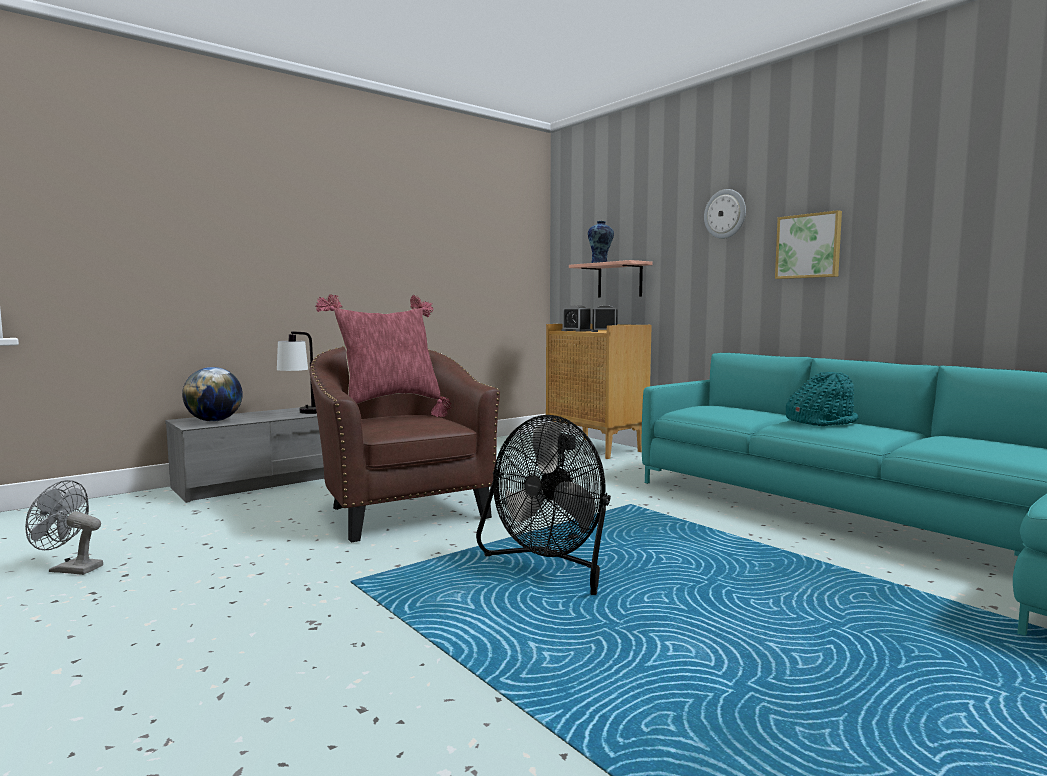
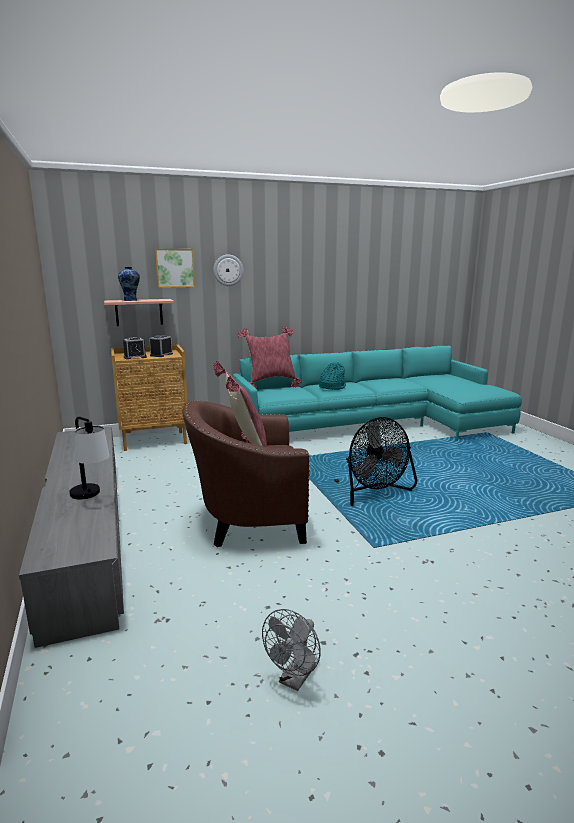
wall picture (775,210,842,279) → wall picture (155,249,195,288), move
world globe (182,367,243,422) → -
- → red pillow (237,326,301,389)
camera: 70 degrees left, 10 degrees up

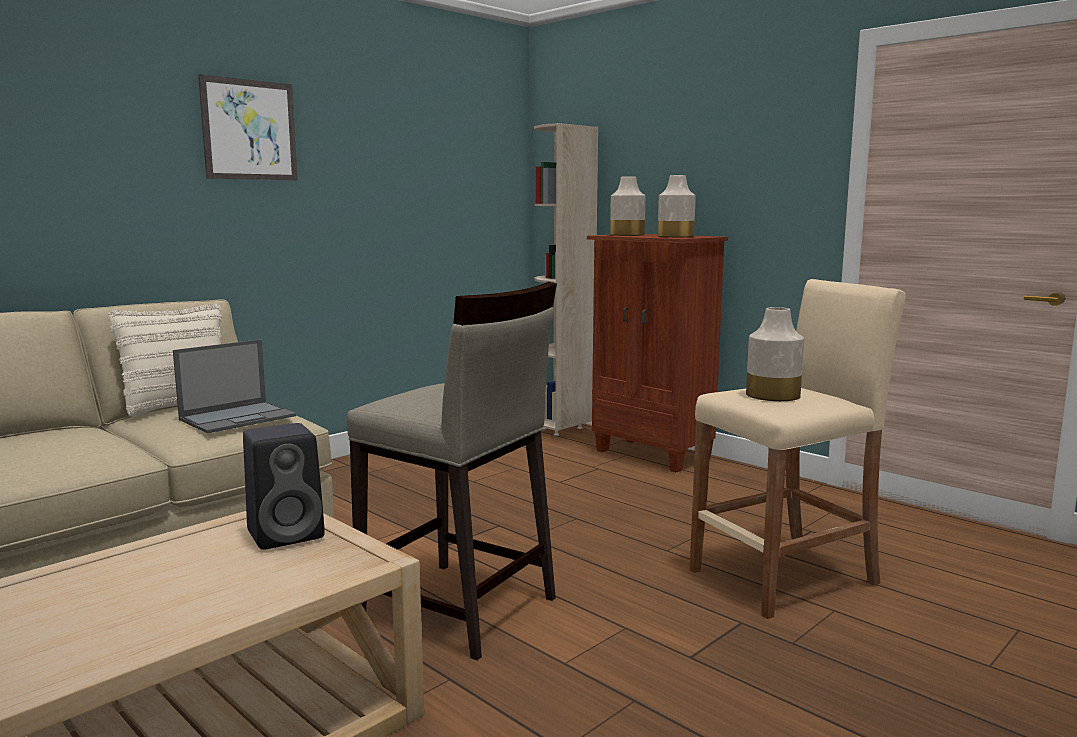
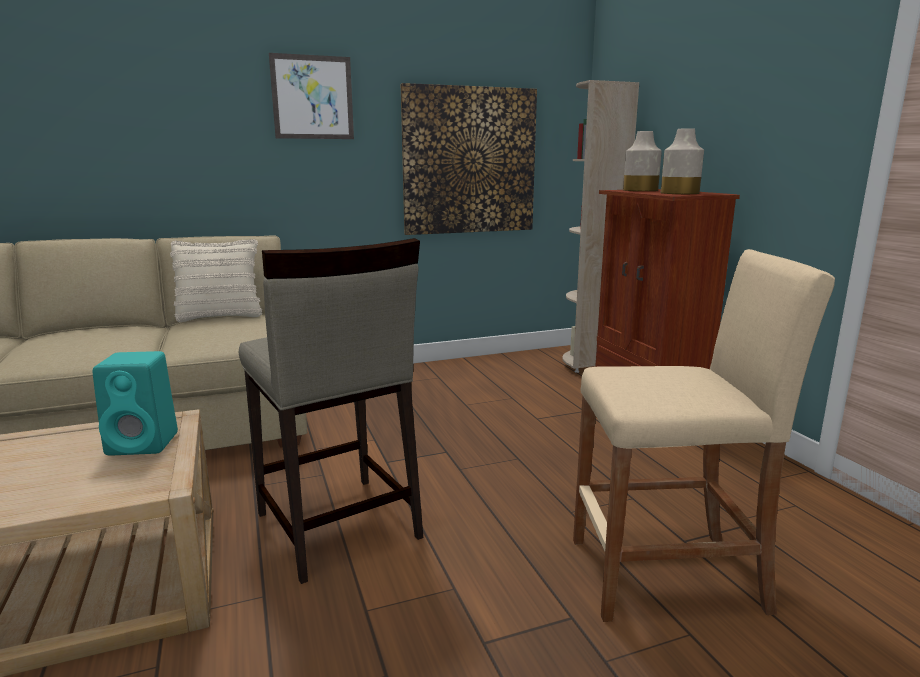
sand-coloured decorative vase (746,307,804,401) → -
notebook computer (173,339,296,433) → -
blackish audio speaker (243,423,325,550) → blue-green audio speaker (93,351,178,455)
- → wall picture (401,83,537,235)
camera: 25 degrees right, 5 degrees up

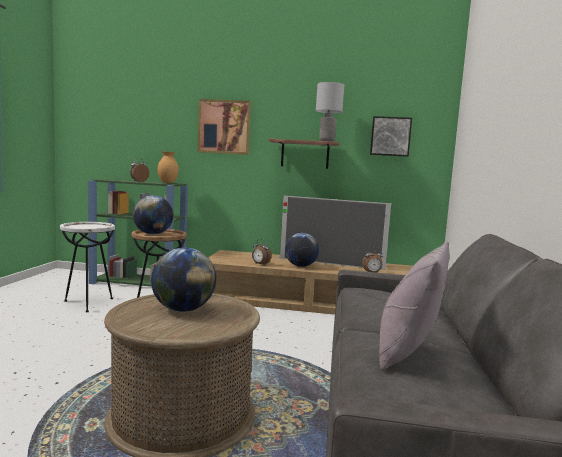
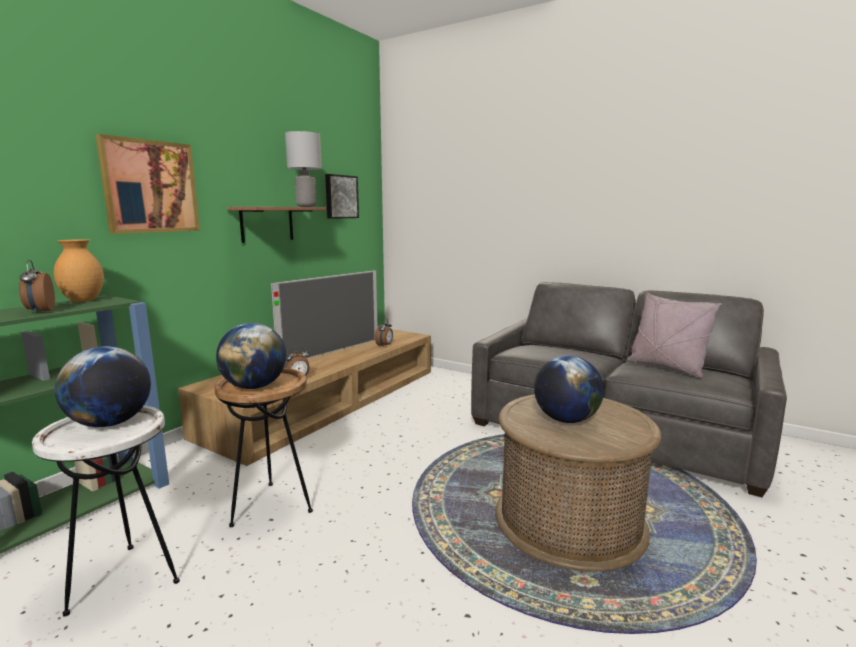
world globe (285,233,319,267) → world globe (55,346,151,427), move
camera: 65 degrees left, 5 degrees up

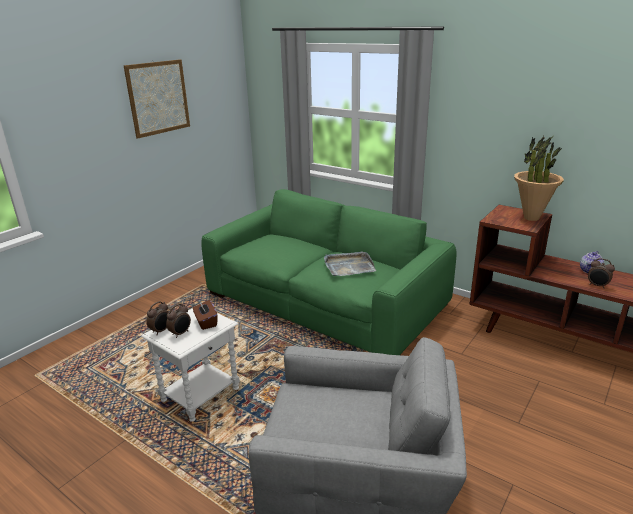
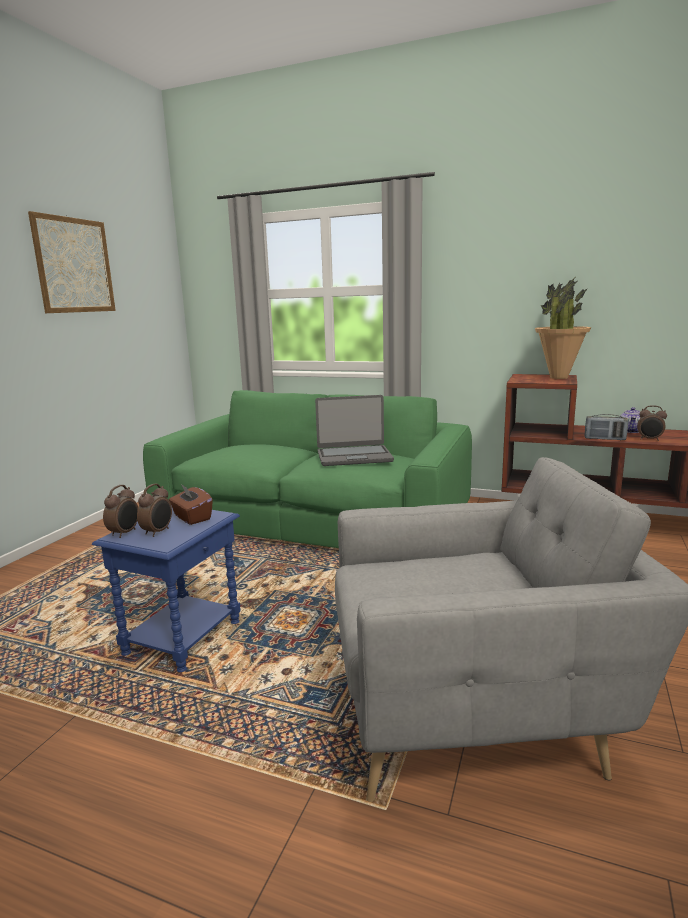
gray tray (324,252,376,276) → notebook computer (315,395,394,466)
whitish side table (141,308,240,422) → blue-coloured side table (92,505,241,672)
- → radio set (585,414,629,440)
camera: 15 degrees left, 10 degrees down

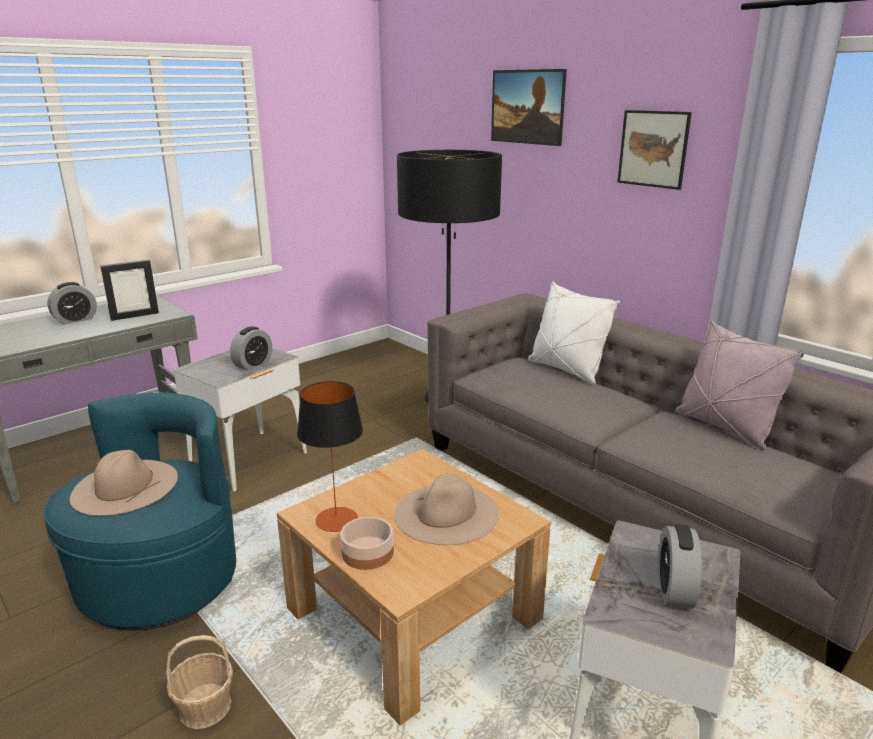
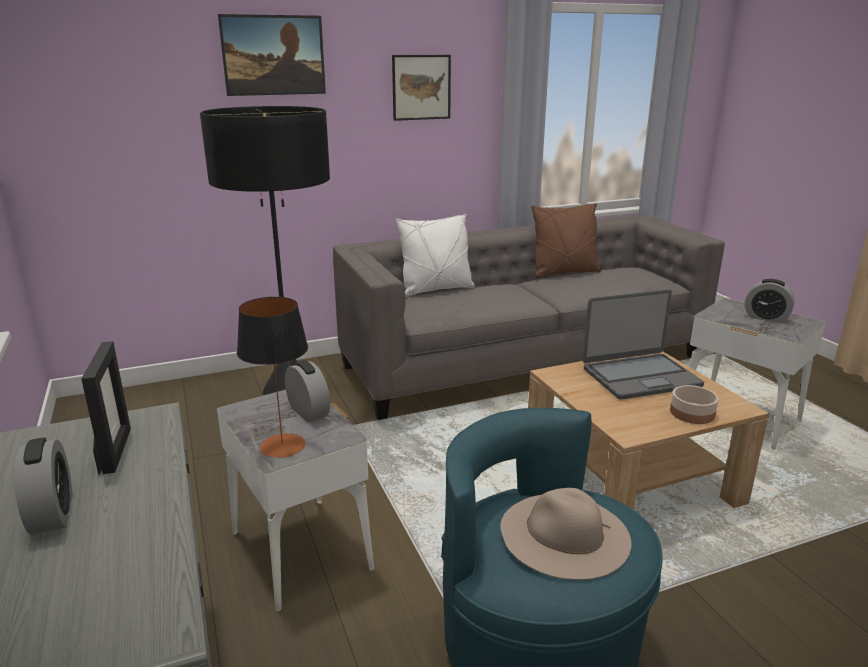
purple-coloured pillow (675,321,805,450) → brown-coloured pillow (531,203,601,278)
lamp for a table (297,381,363,532) → lamp for a table (237,297,308,458), move
sand-coloured wearable hat (394,473,499,545) → notebook computer (583,289,704,400)
basket (166,635,233,729) → -
camera: 70 degrees left, 0 degrees up

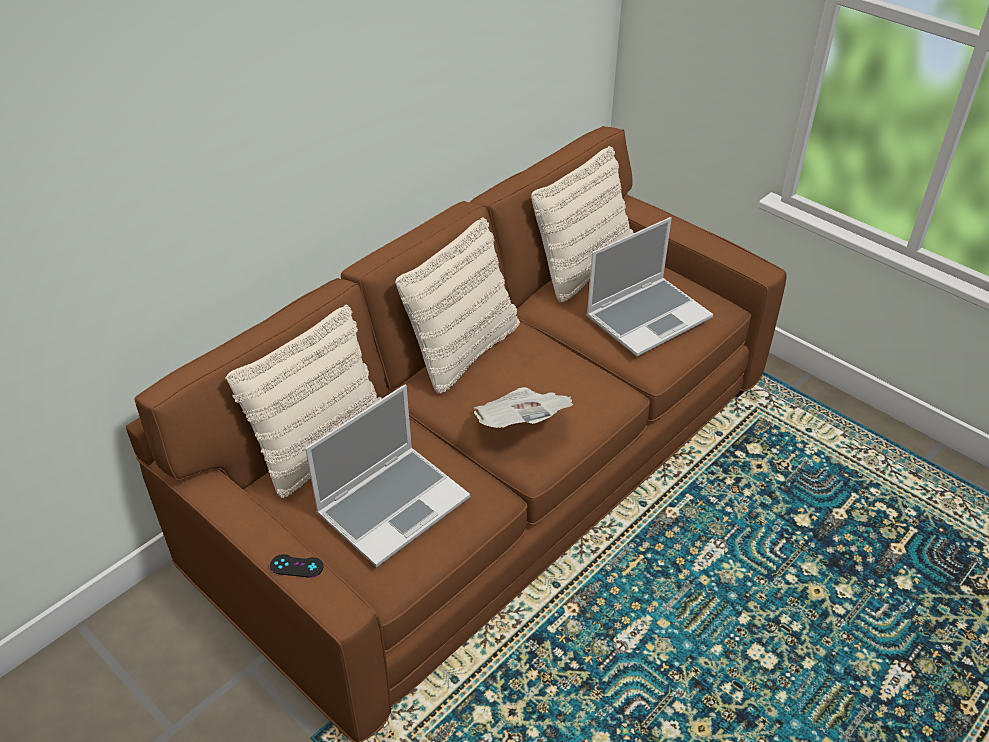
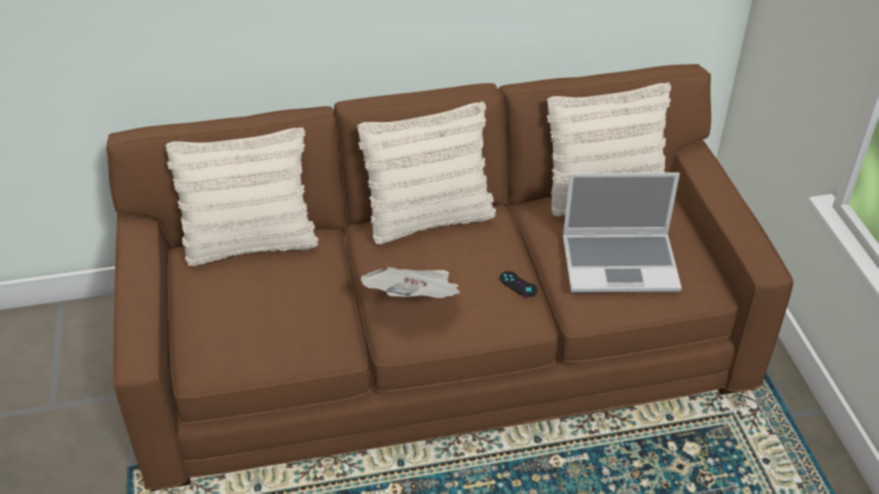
notebook computer (305,384,470,567) → -
blackish joypad (270,554,323,578) → blackish joypad (499,271,538,297), move
camera: 35 degrees right, 0 degrees up

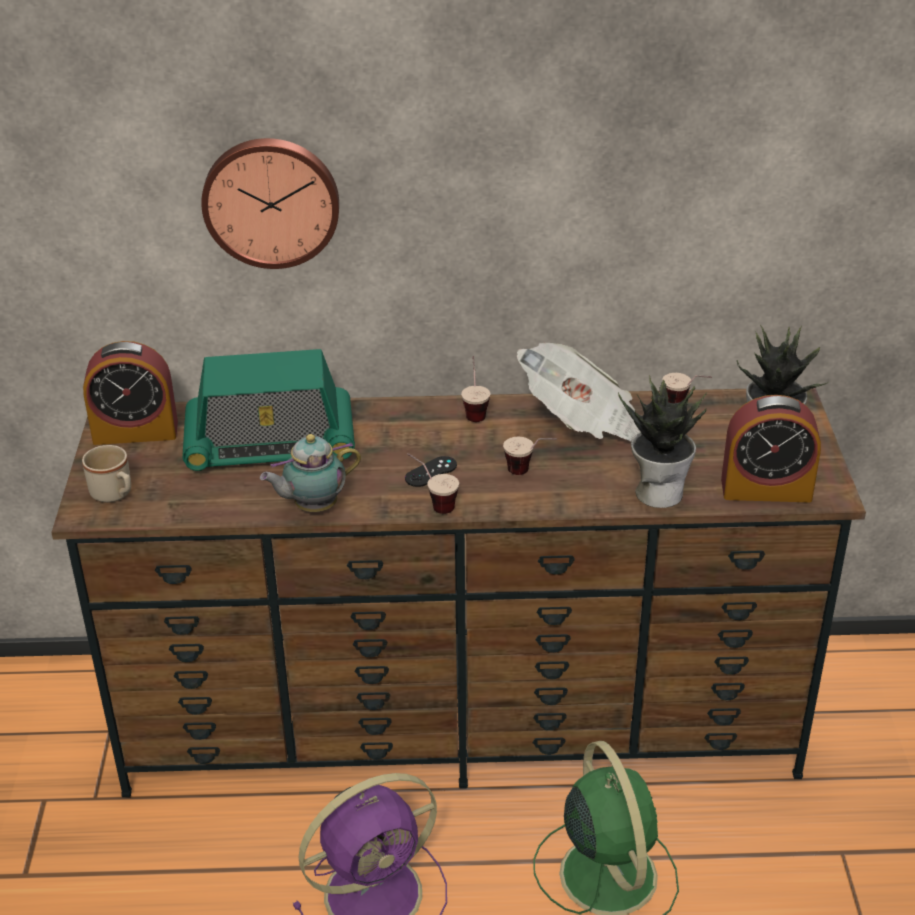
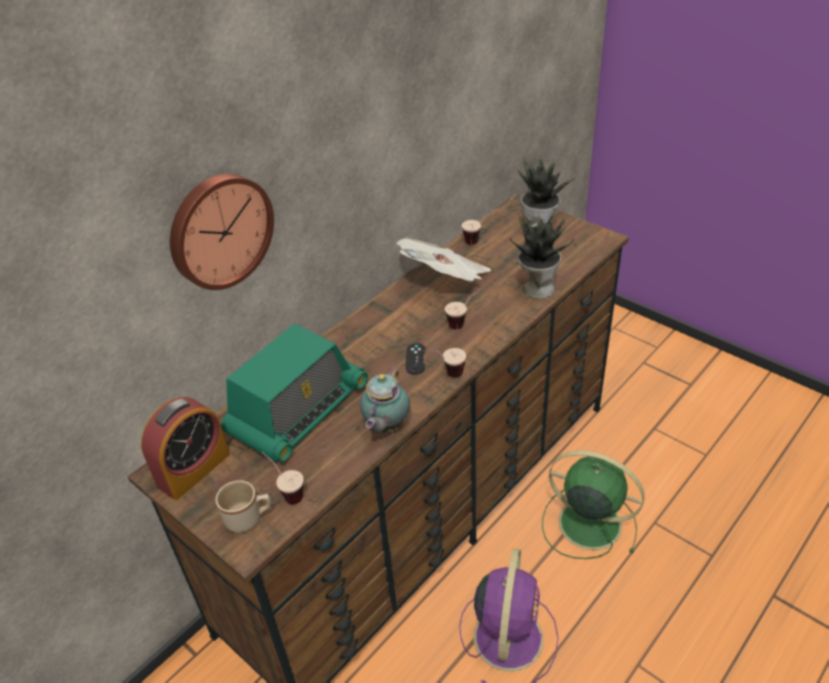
small cup (461,356,490,422) → small cup (262,452,304,504), move
bedside clock (721,395,821,502) → -
camera: 45 degrees left, 5 degrees up

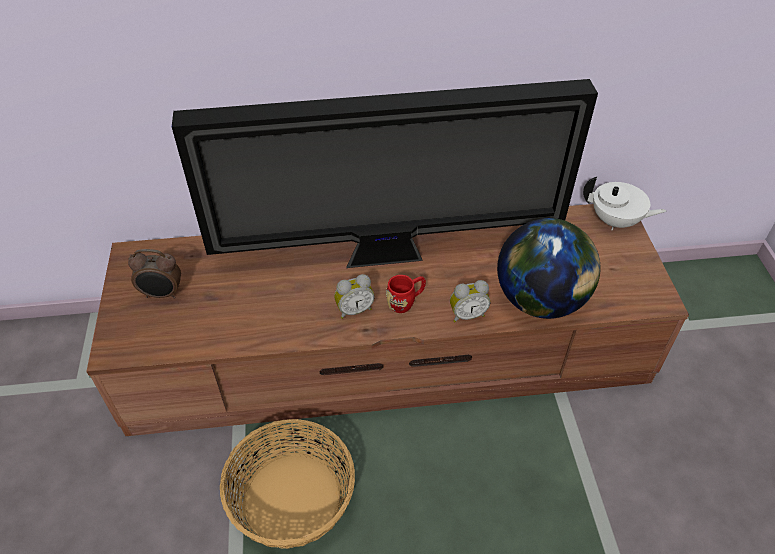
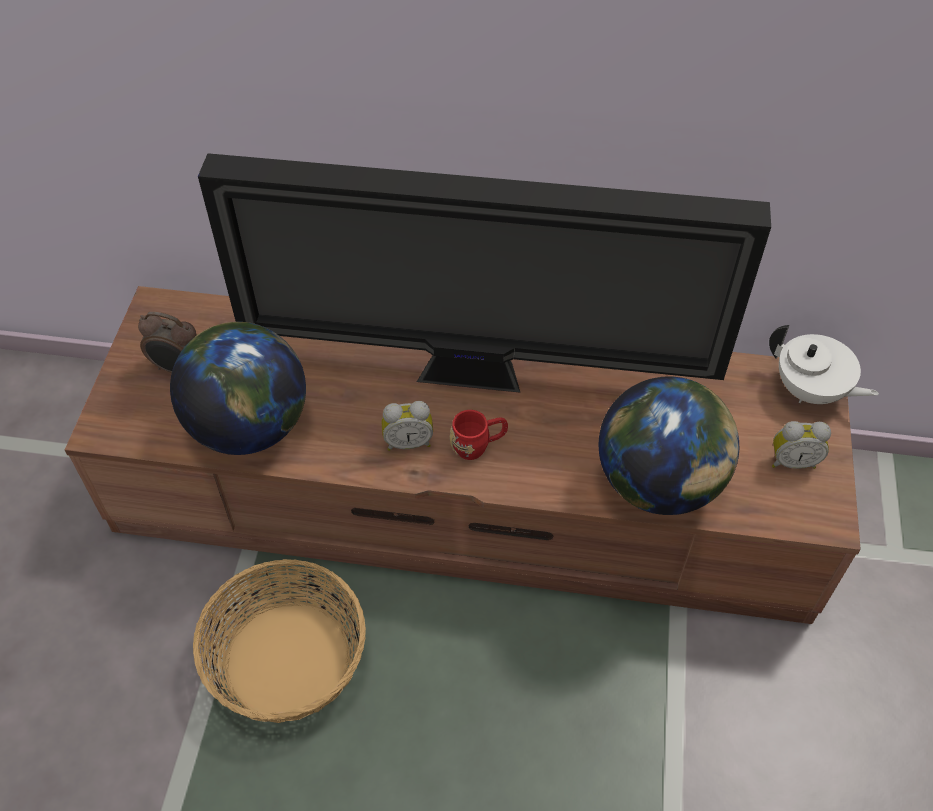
bedside clock (450,280,490,322) → bedside clock (772,421,831,469), move
- → world globe (170,322,306,455)
camera: 15 degrees right, 5 degrees up

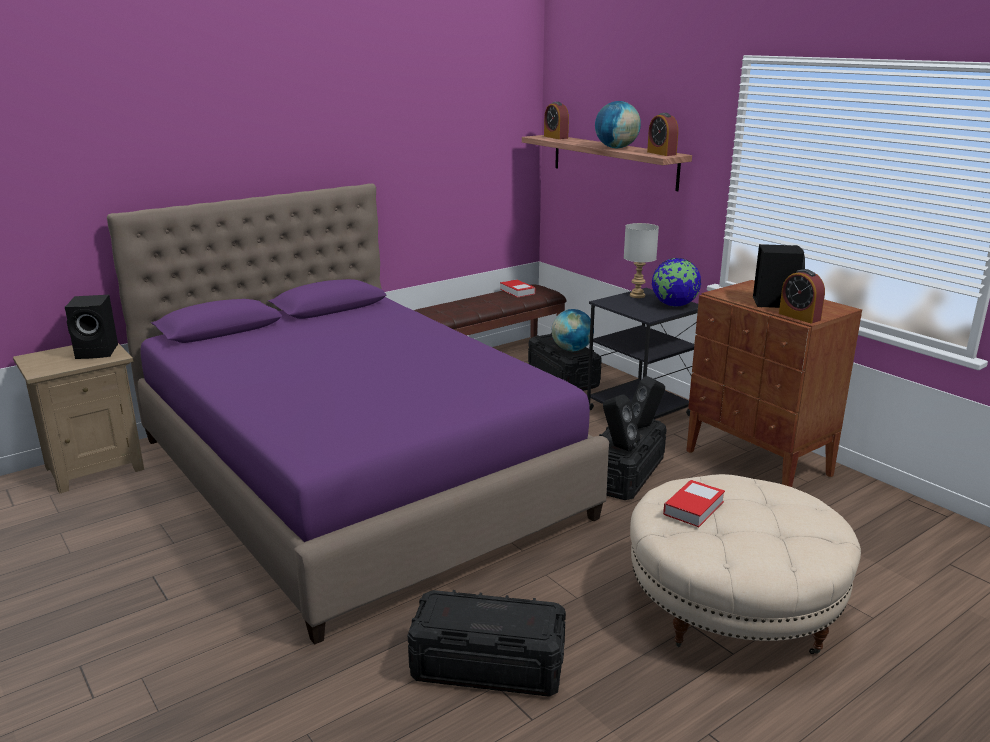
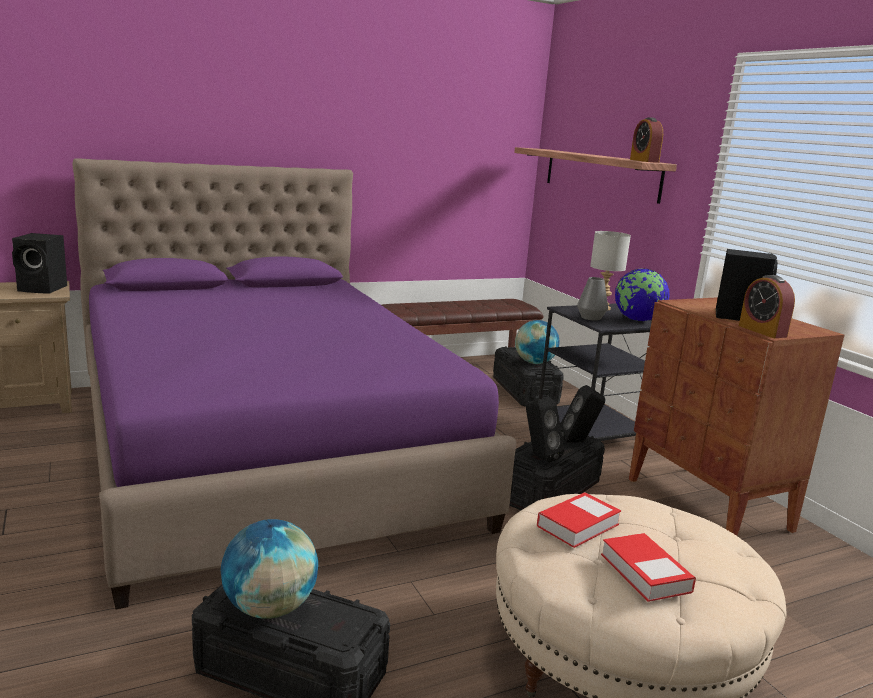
world globe (595,101,641,148) → world globe (221,519,318,619), move
bedside clock (544,102,569,139) → -
volume (500,280,535,298) → volume (601,533,696,602), move
- → gray decorative vase (577,277,608,321)
camera: 10 degrees right, 5 degrees down

